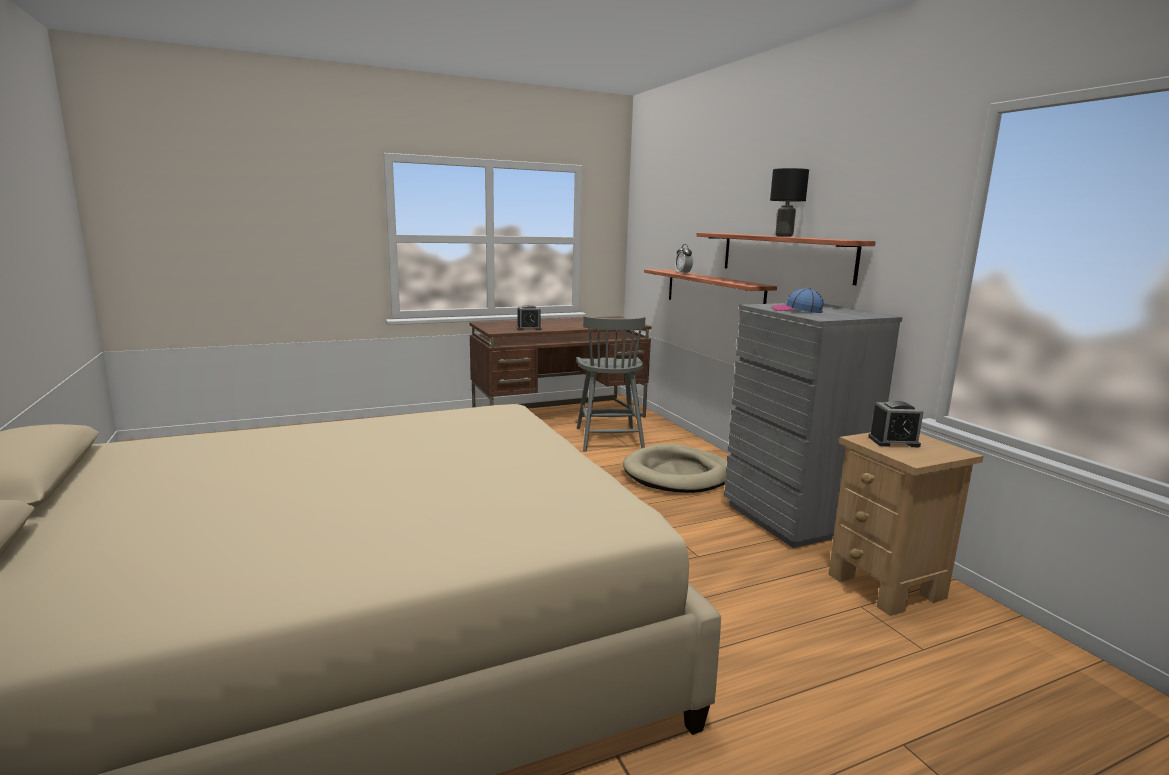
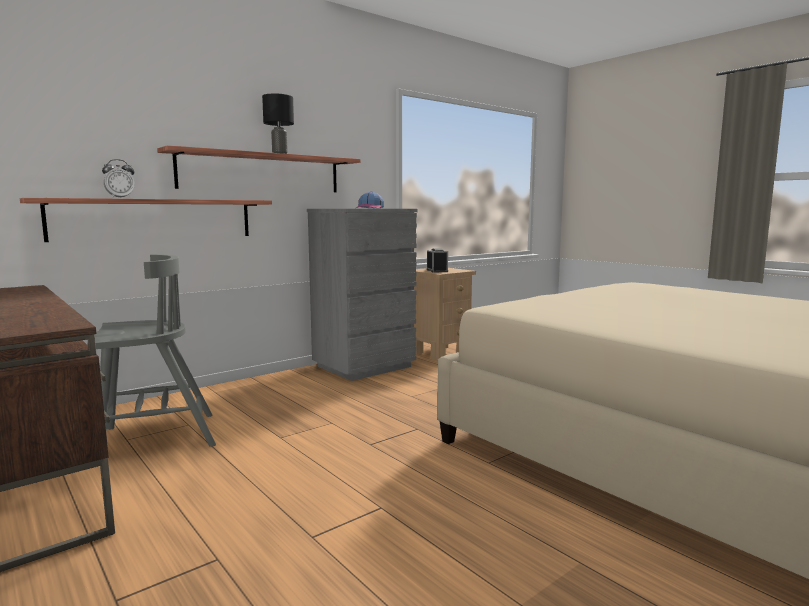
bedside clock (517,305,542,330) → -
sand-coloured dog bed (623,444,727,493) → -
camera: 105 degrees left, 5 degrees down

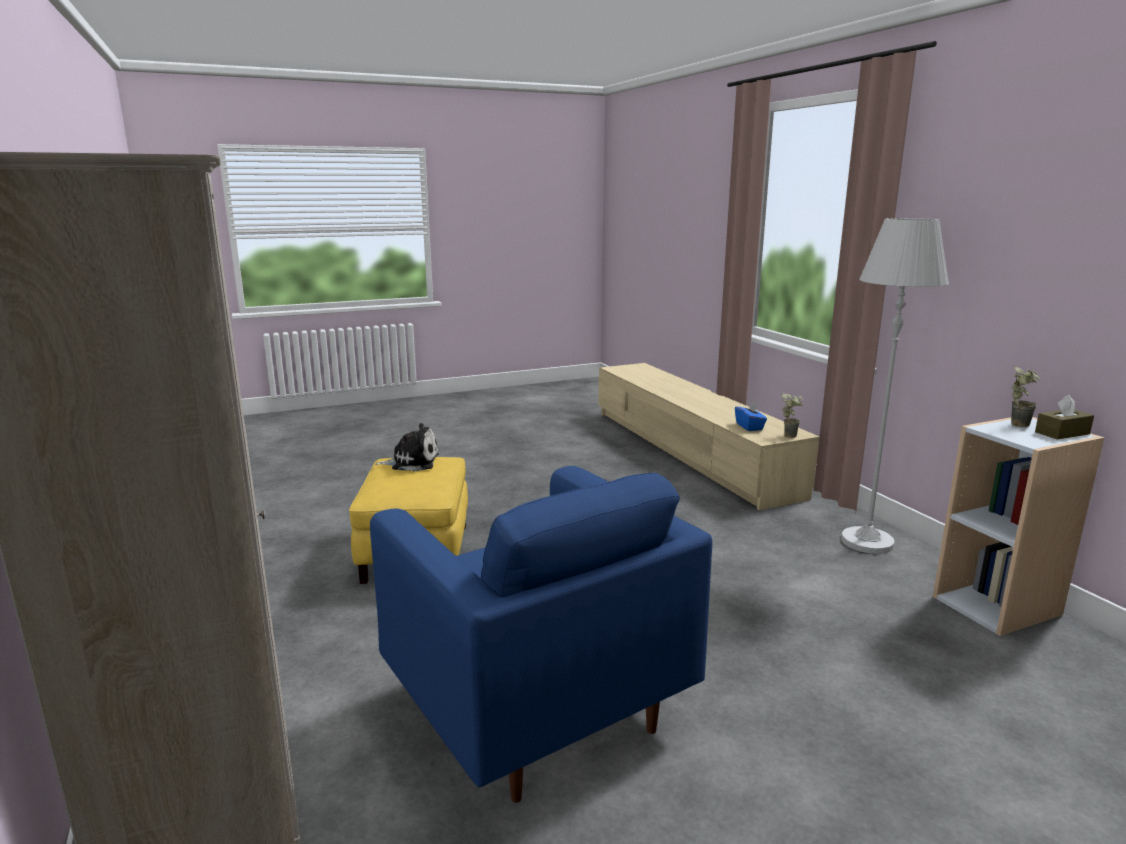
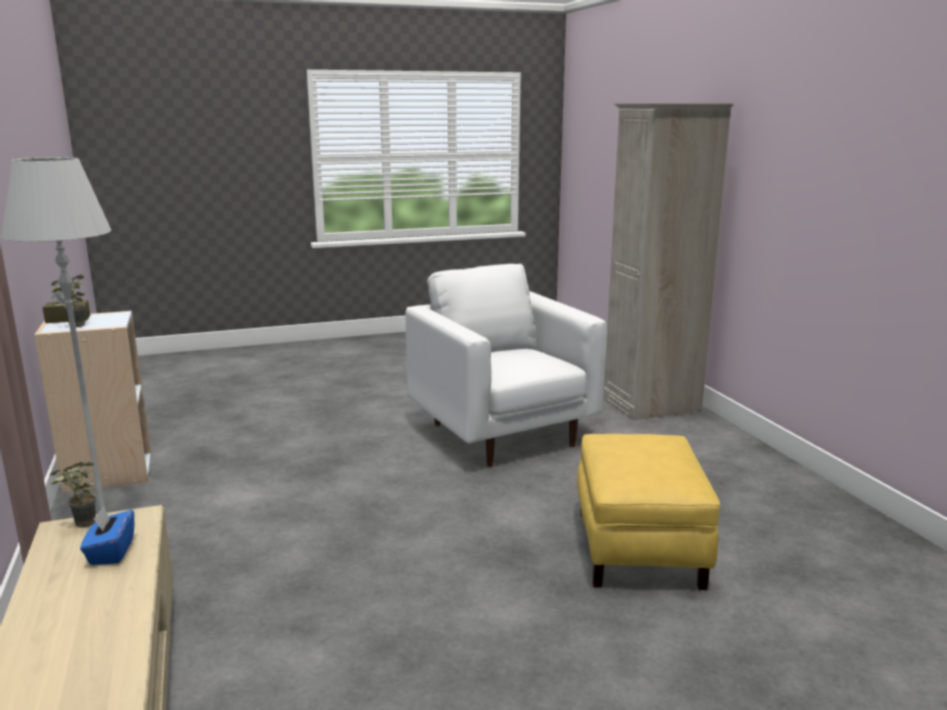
soft toy (375,423,439,471) → -
blue-coloured easy chair (370,466,712,803) → whitish easy chair (406,264,607,467)
camera: 175 degrees left, 0 degrees up

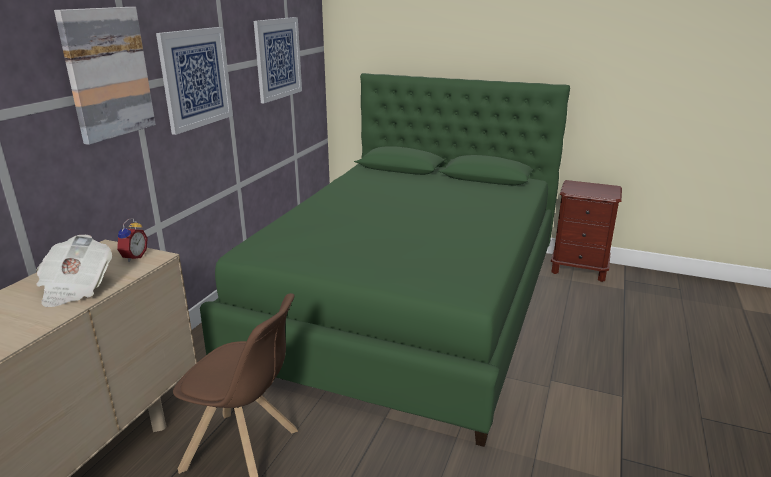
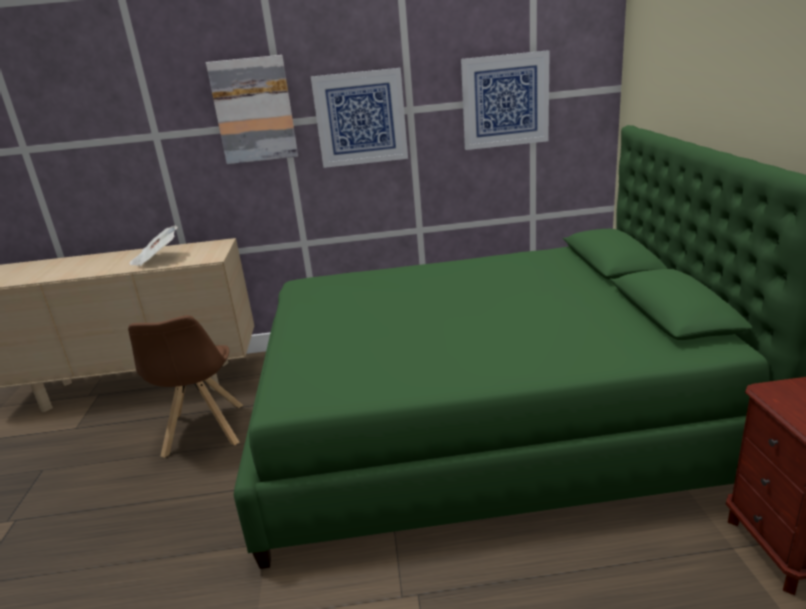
bedside clock (117,218,148,262) → -
camera: 65 degrees right, 0 degrees up

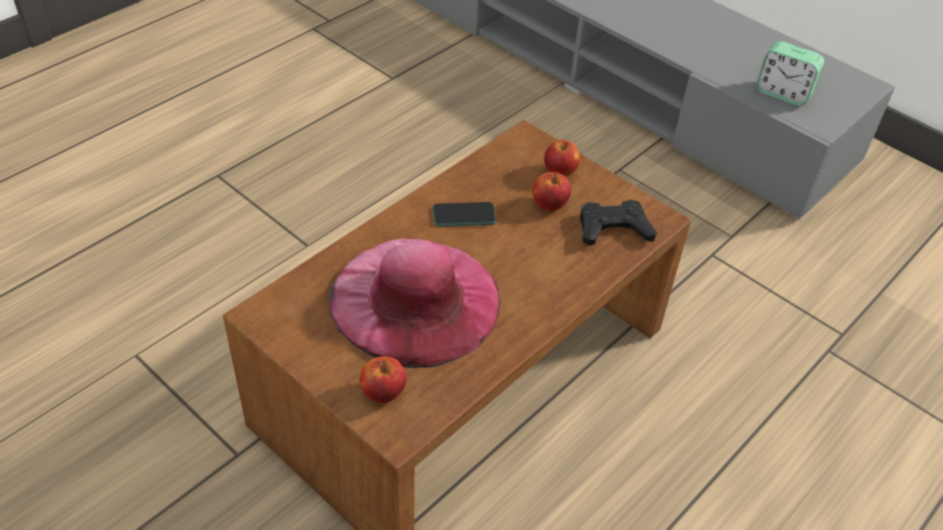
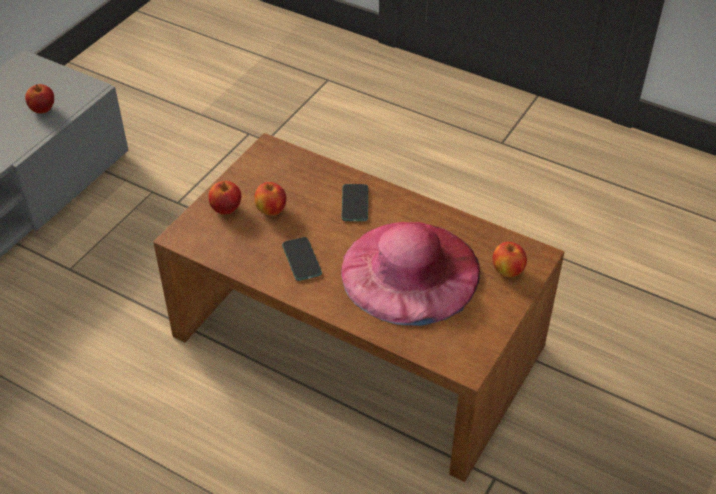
bedside clock (756,41,824,106) → apple fruit (25,84,54,113)
blackish joypad (580,200,657,246) → -
- → handset (342,184,368,221)
camera: 100 degrees left, 0 degrees up

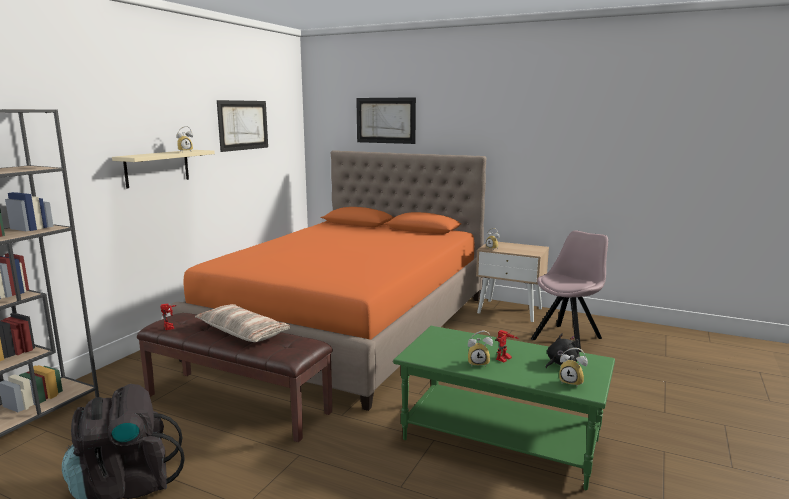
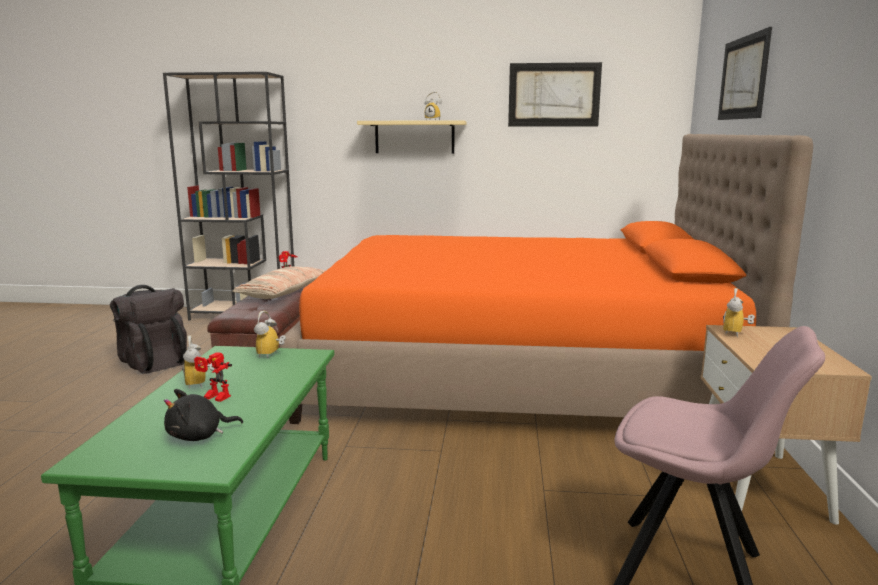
blackish soft toy (546,333,580,368) → blackish soft toy (164,389,243,441), 120 degrees clockwise
bedside clock (559,348,588,386) → bedside clock (254,311,286,358), move
camera: 70 degrees right, 0 degrees up

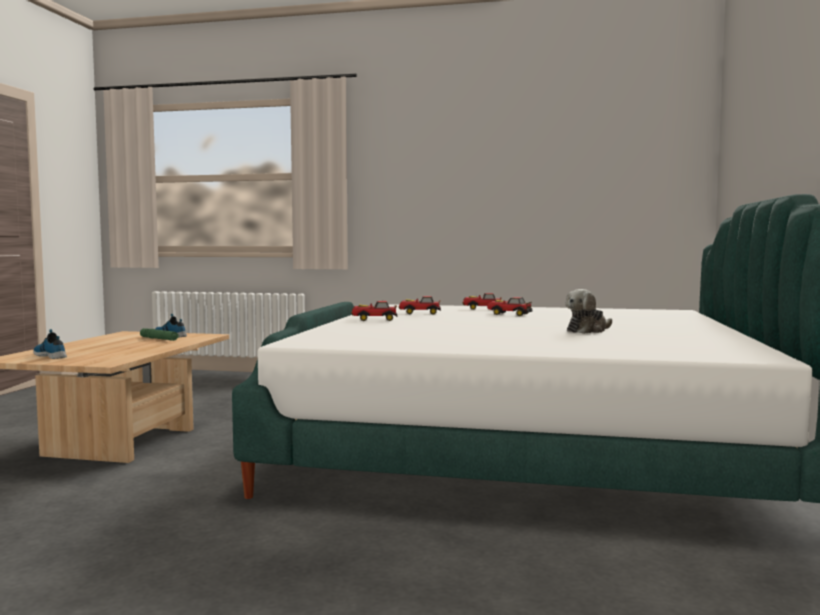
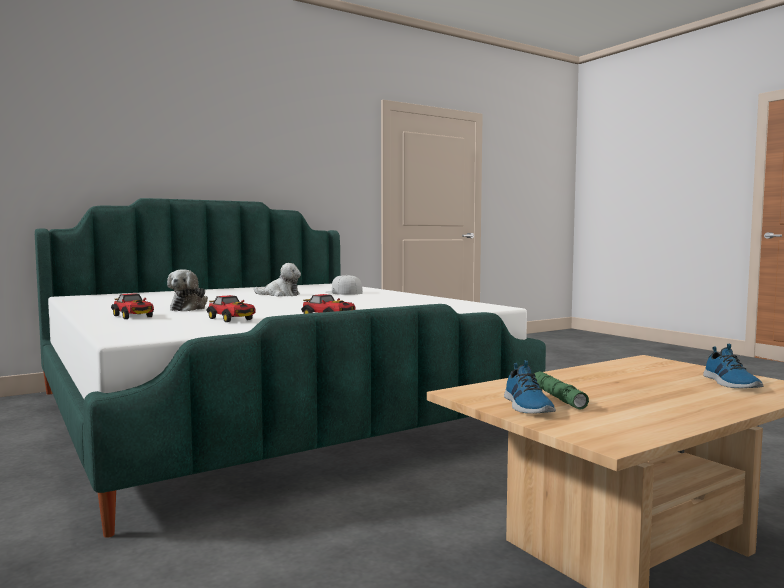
model car (487,297,532,316) → soft toy (167,269,208,311)
- → whitish peaked cap (325,275,363,295)
camera: 135 degrees left, 0 degrees up

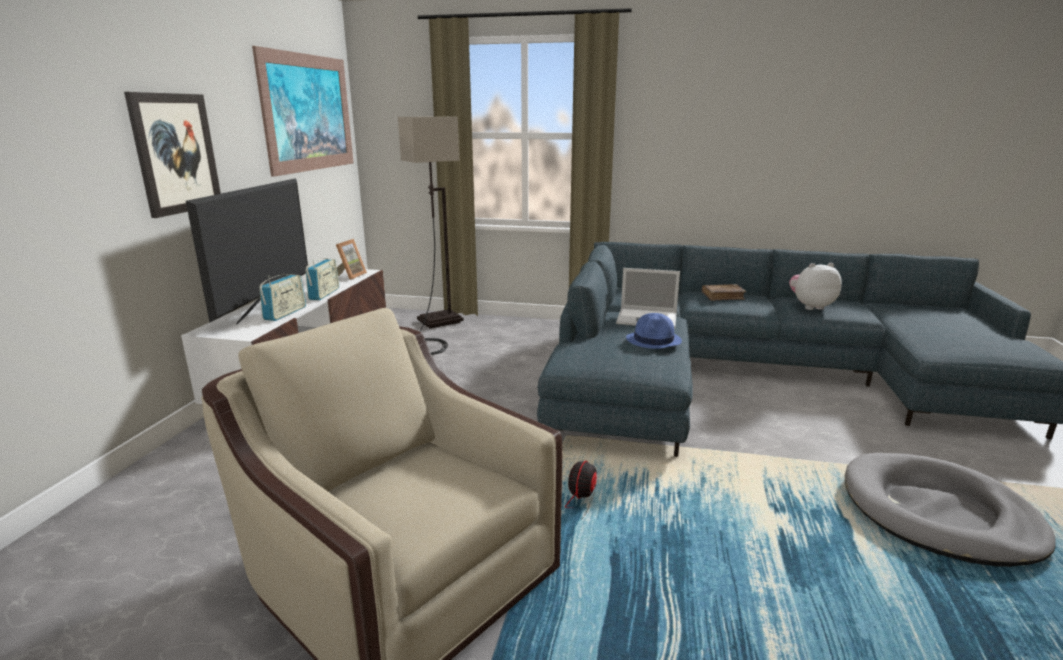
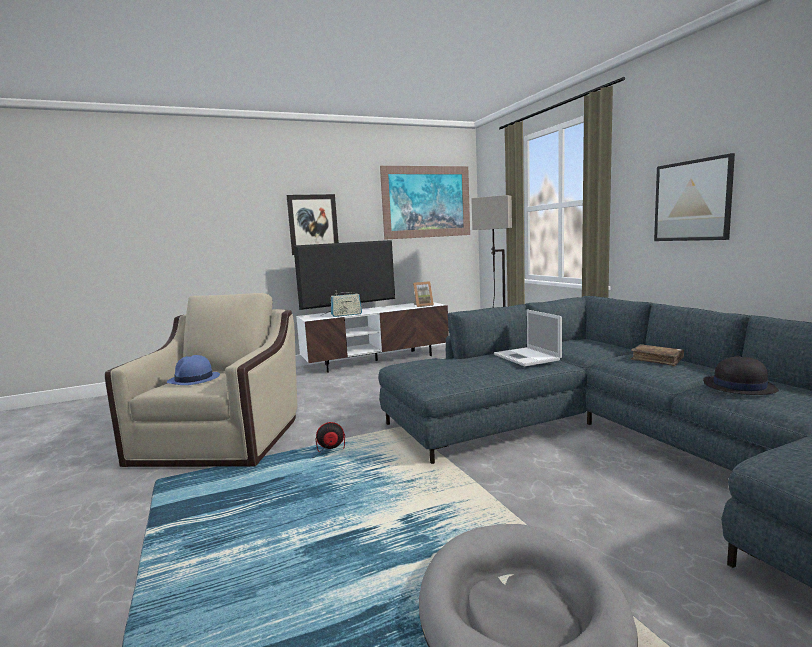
radio set (306,258,339,300) → -
soft toy (789,263,842,310) → blackish wearable hat (703,356,779,395)
blue-coloured wearable hat (626,313,682,349) → blue-coloured wearable hat (167,355,220,385), move
- → wall picture (654,153,735,241)
camera: 55 degrees right, 10 degrees down

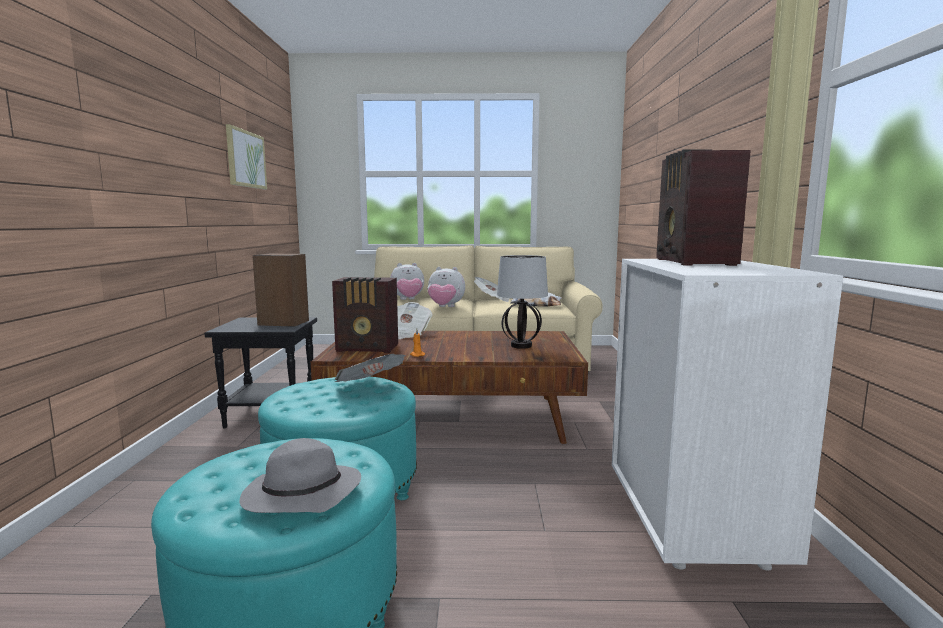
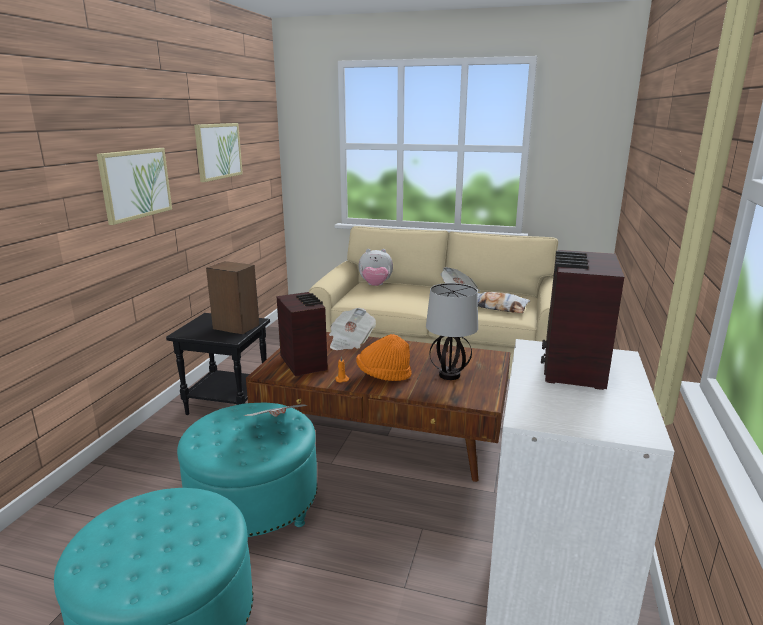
soft toy (427,267,465,307) → -
radio set (332,277,398,353) → radio set (276,292,328,376), 135 degrees counterclockwise
gray wearable hat (240,438,361,513) → -
- → wall picture (97,148,172,225)
- → orange-coloured wearable hat (356,334,412,381)
camera: 15 degrees right, 10 degrees up

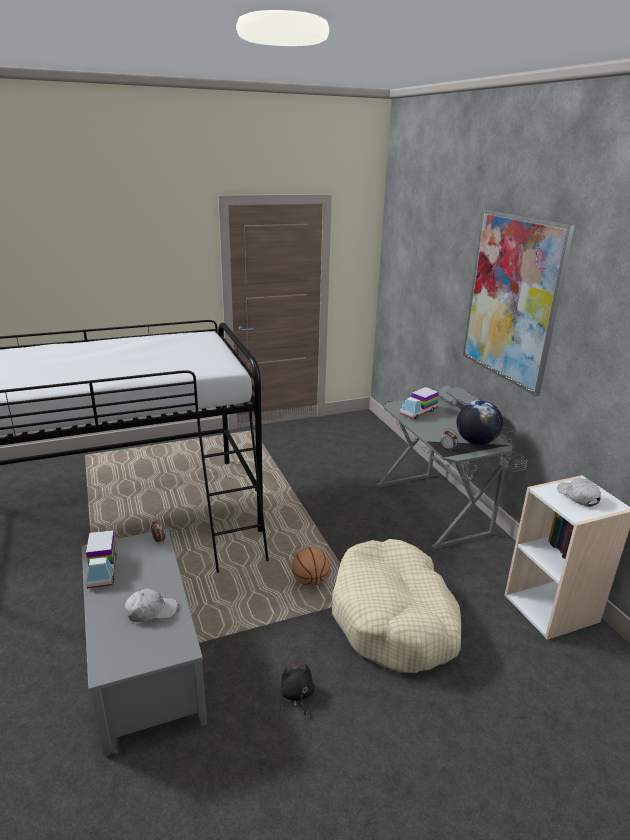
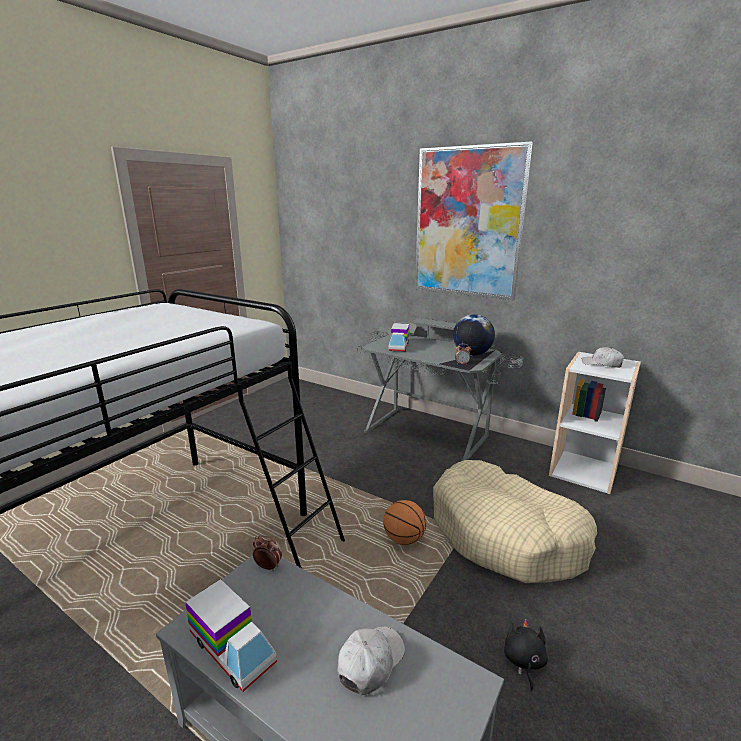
blackish soft toy (281,662,315,716) → blackish soft toy (504,619,548,692), 60 degrees clockwise
camera: 35 degrees left, 5 degrees down

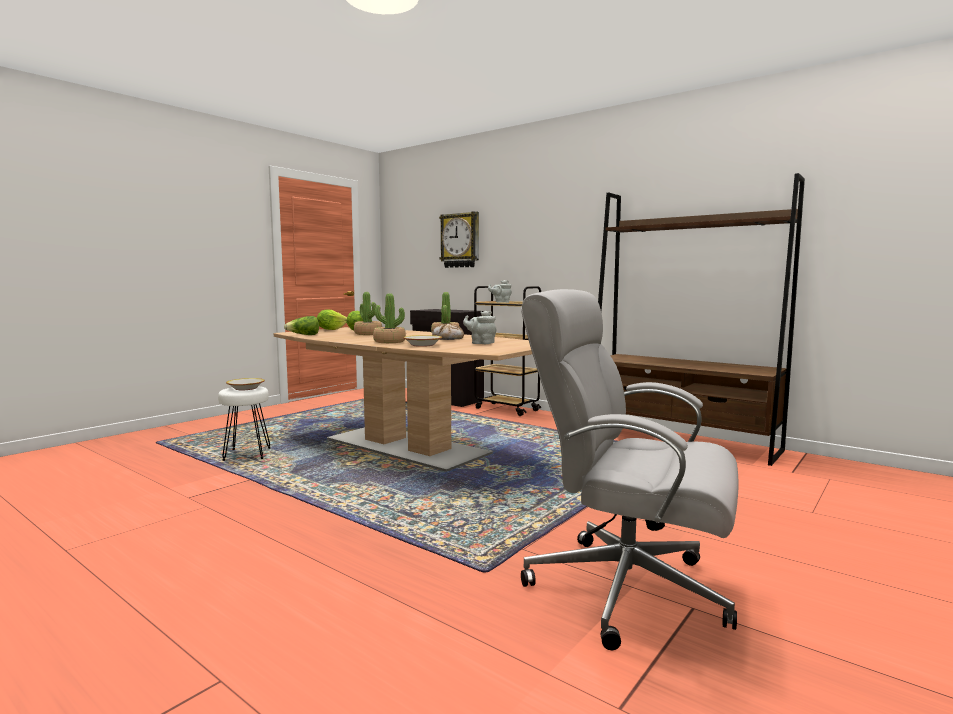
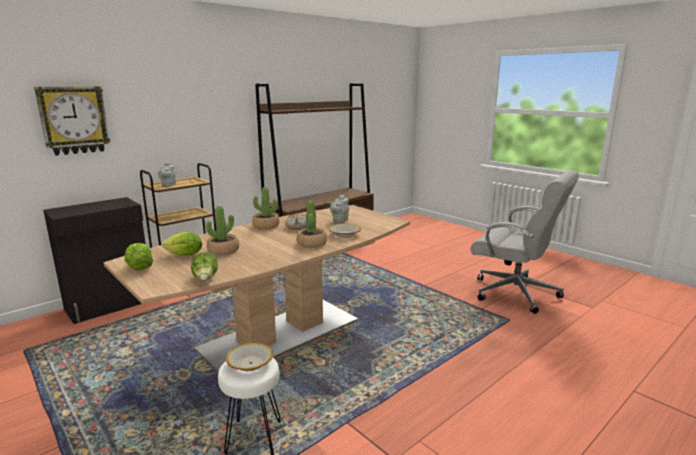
gray desk chair (521,289,738,650) → gray desk chair (470,170,579,314), 90 degrees counterclockwise
camera: 80 degrees left, 10 degrees up

